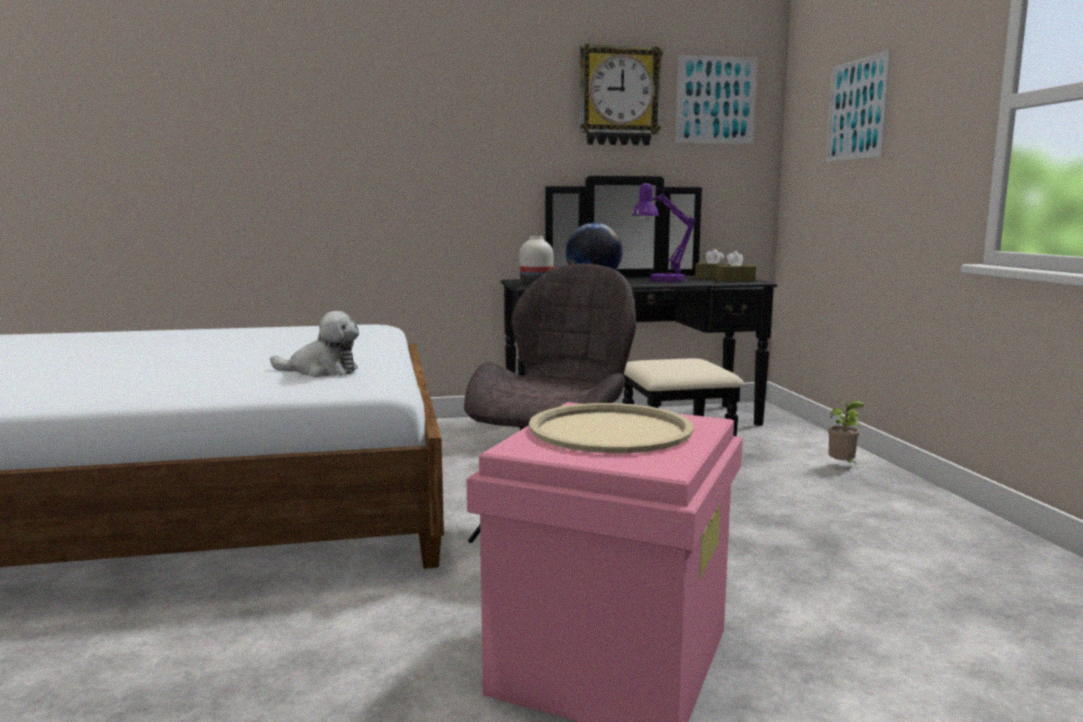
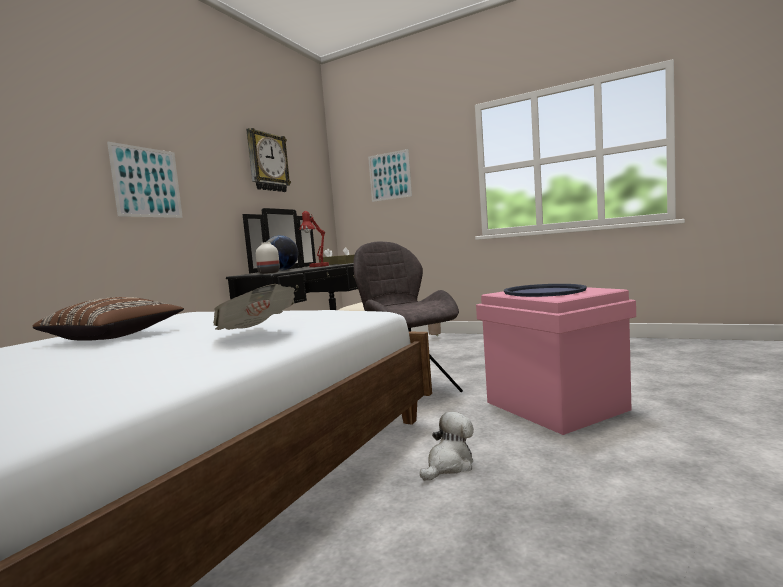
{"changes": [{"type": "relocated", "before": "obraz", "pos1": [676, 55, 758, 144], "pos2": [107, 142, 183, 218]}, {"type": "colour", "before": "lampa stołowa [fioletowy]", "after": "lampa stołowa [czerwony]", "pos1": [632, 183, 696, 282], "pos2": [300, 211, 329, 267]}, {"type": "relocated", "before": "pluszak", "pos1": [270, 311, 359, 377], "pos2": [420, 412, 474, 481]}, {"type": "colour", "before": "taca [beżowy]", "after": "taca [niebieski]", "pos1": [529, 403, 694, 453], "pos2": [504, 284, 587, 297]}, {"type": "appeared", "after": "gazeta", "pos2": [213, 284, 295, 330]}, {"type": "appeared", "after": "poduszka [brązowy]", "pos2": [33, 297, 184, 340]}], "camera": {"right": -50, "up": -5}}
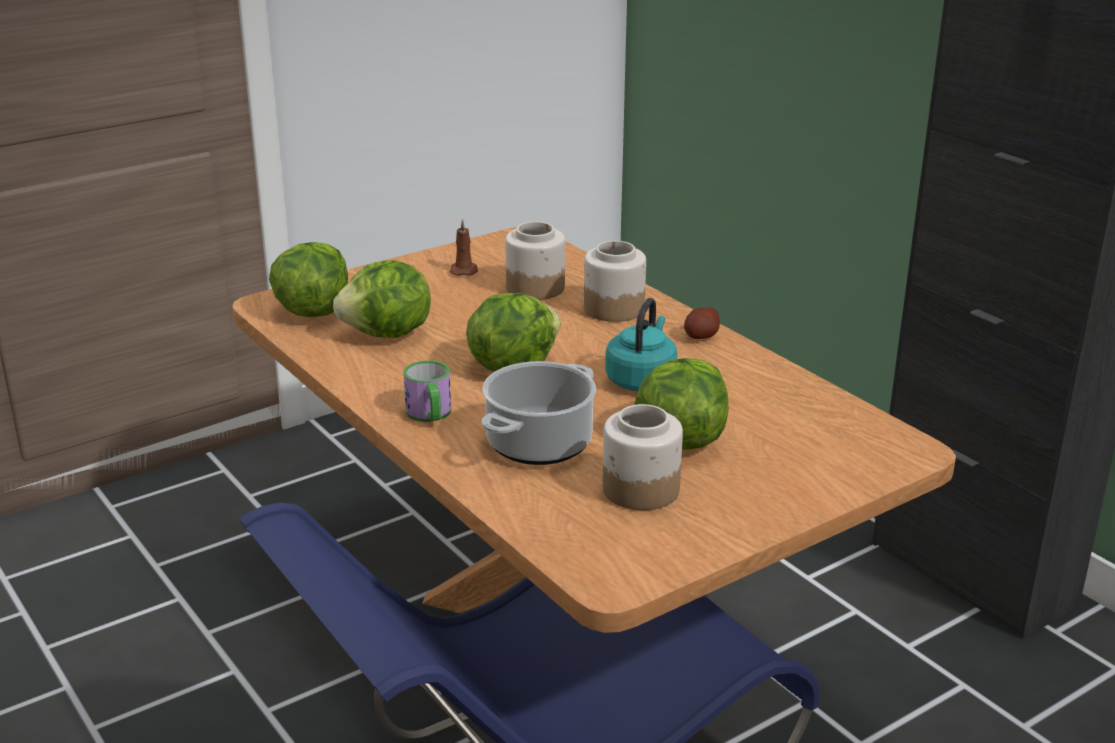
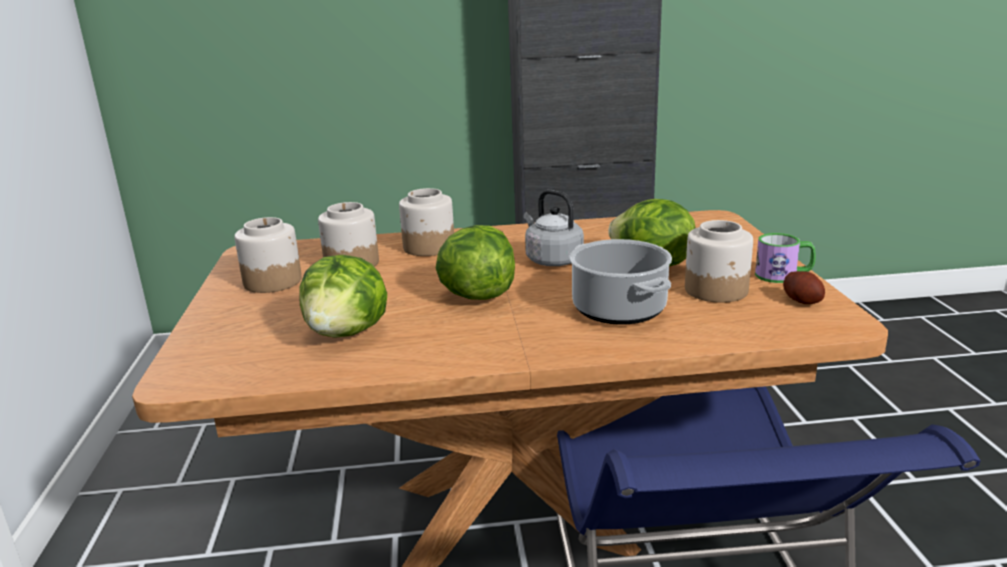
{"changes": [{"type": "exchanged", "before": "świeca [brązowy]", "after": "słoik", "pos1": [450, 219, 478, 276], "pos2": [234, 217, 302, 293]}, {"type": "missing", "before": "sałata", "pos1": [269, 242, 348, 317]}, {"type": "colour", "before": "czajnik [turkusowy]", "after": "czajnik [szary]", "pos1": [605, 298, 677, 391], "pos2": [524, 190, 584, 266]}, {"type": "relocated", "before": "ziemniak", "pos1": [684, 307, 720, 339], "pos2": [783, 271, 825, 304]}, {"type": "relocated", "before": "kubek", "pos1": [403, 360, 451, 422], "pos2": [755, 233, 816, 283]}], "camera": {"right": -60, "up": -5}}
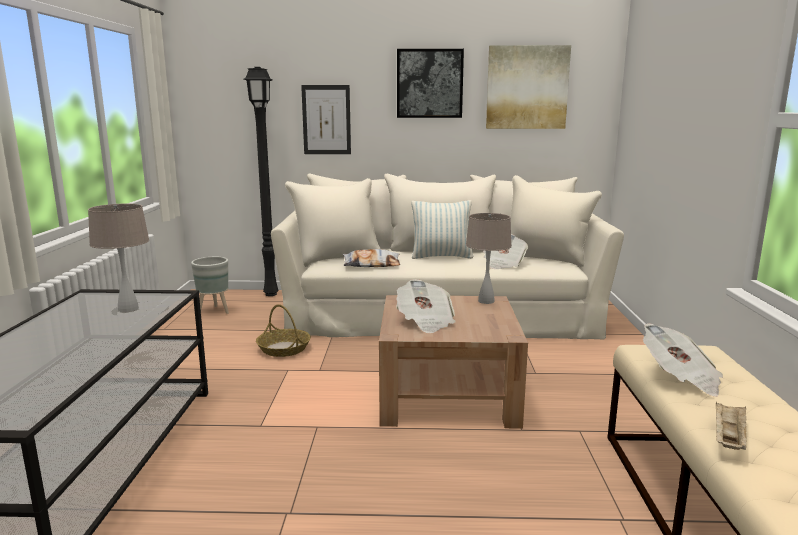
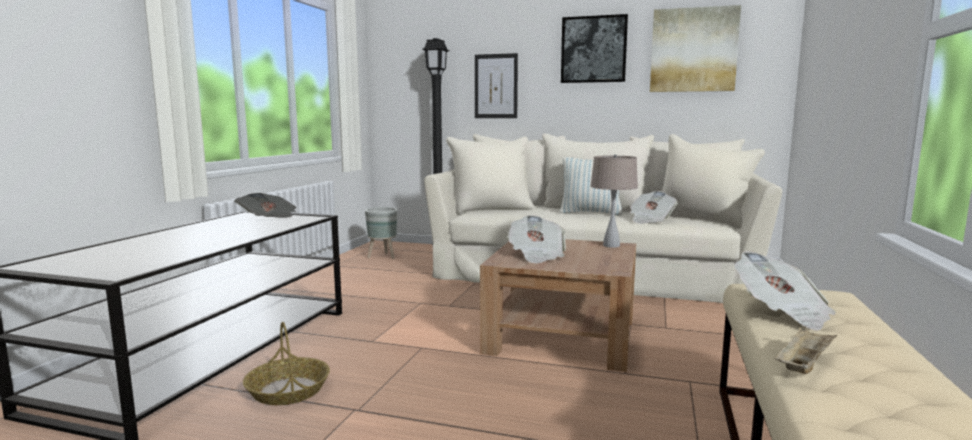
{"changes": [{"type": "exchanged", "before": "lampa stołowa [beżowy]", "after": "gazeta", "pos1": [88, 204, 149, 312], "pos2": [234, 193, 296, 218]}, {"type": "missing", "before": "poduszka", "pos1": [343, 249, 400, 267]}, {"type": "relocated", "before": "koszyk", "pos1": [256, 304, 311, 357], "pos2": [243, 322, 330, 405]}], "camera": {"right": 15, "up": -5}}
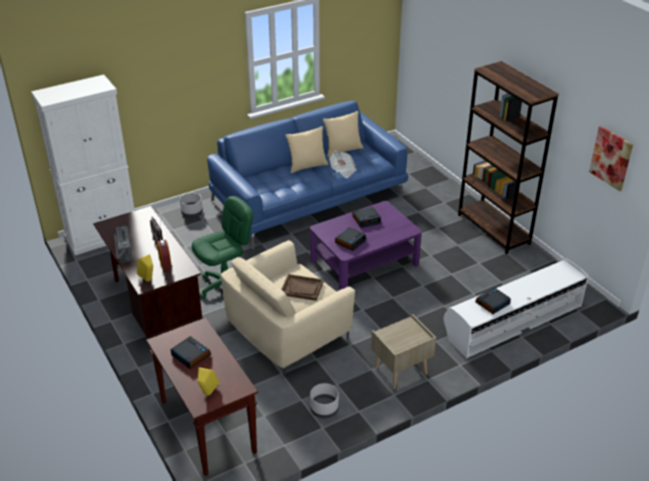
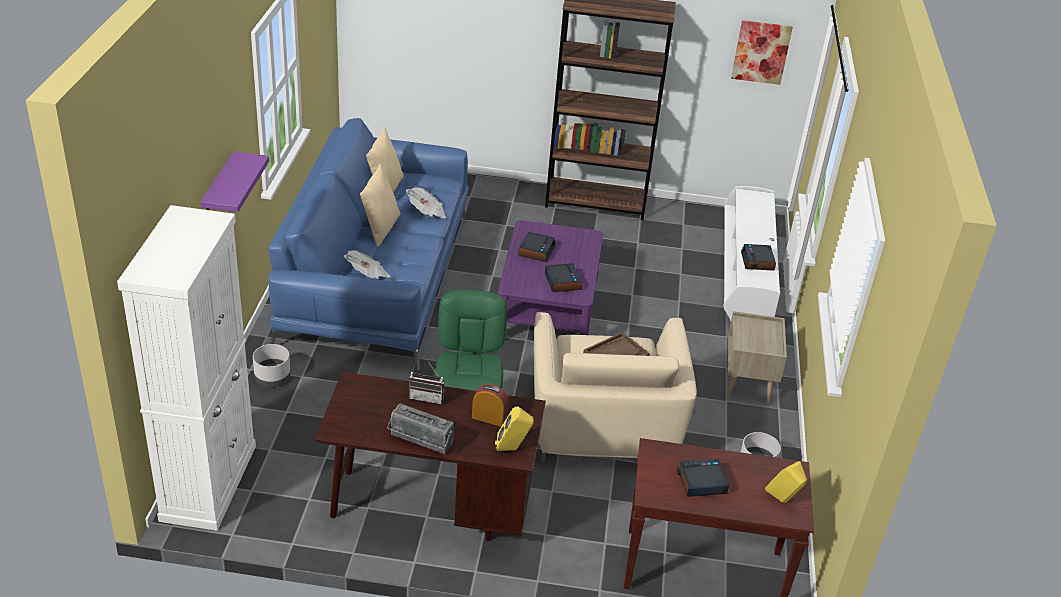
{"changes": [{"type": "appeared", "after": "półka [fioletowy]", "pos2": [200, 151, 269, 212]}, {"type": "appeared", "after": "gazeta", "pos2": [344, 250, 390, 279]}], "camera": {"right": -55, "up": 0}}
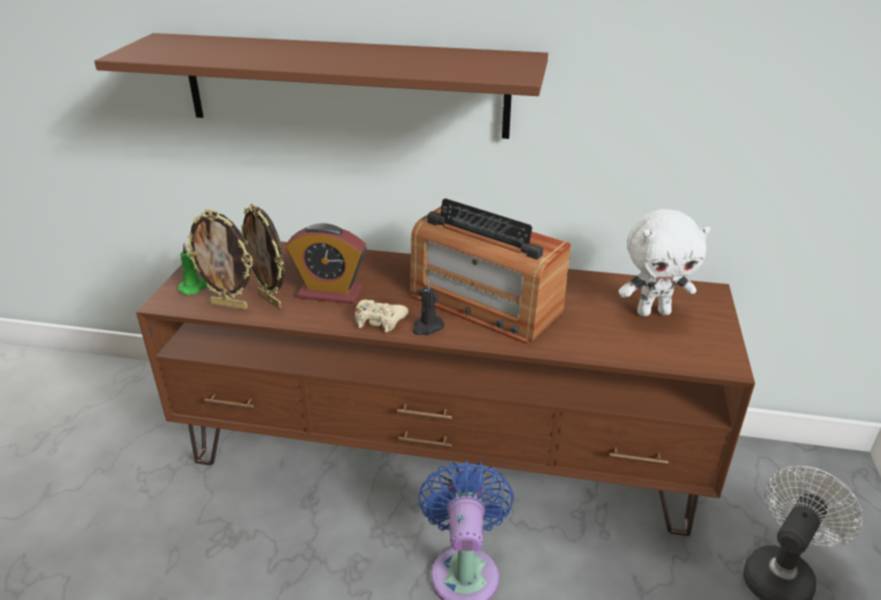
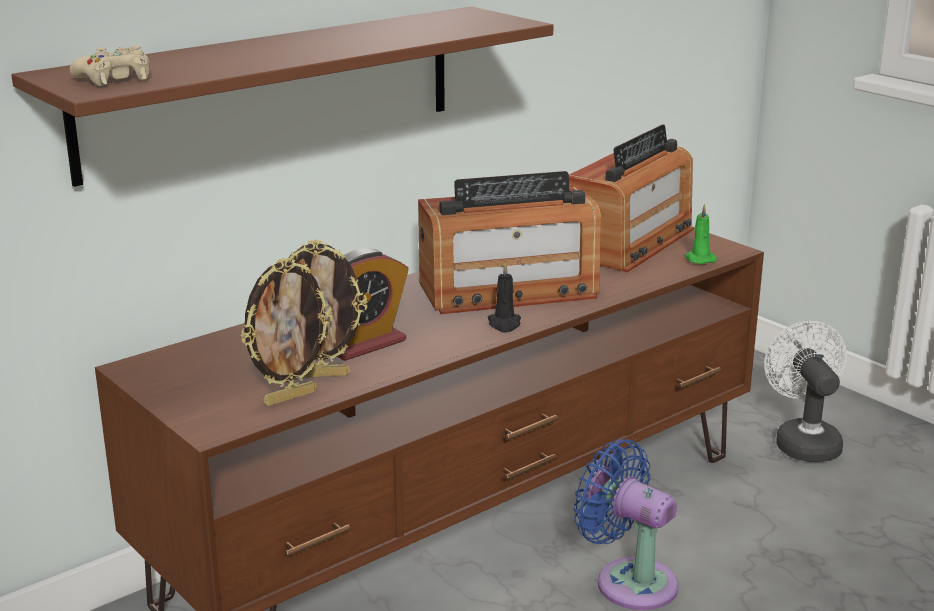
{"changes": [{"type": "exchanged", "before": "pluszak [biały]", "after": "radio", "pos1": [619, 209, 711, 316], "pos2": [569, 125, 694, 272]}, {"type": "relocated", "before": "świeca [zielony]", "pos1": [178, 243, 207, 295], "pos2": [685, 204, 717, 264]}, {"type": "relocated", "before": "pad do gier [beżowy]", "pos1": [355, 299, 408, 332], "pos2": [70, 46, 150, 86]}], "camera": {"right": -50, "up": -10}}
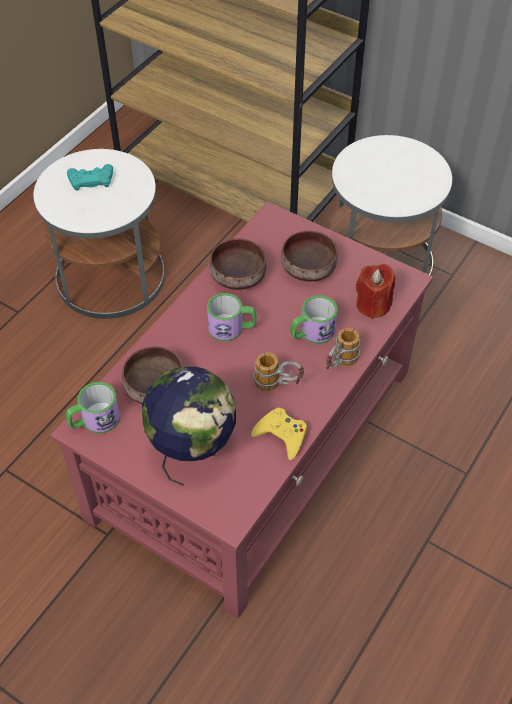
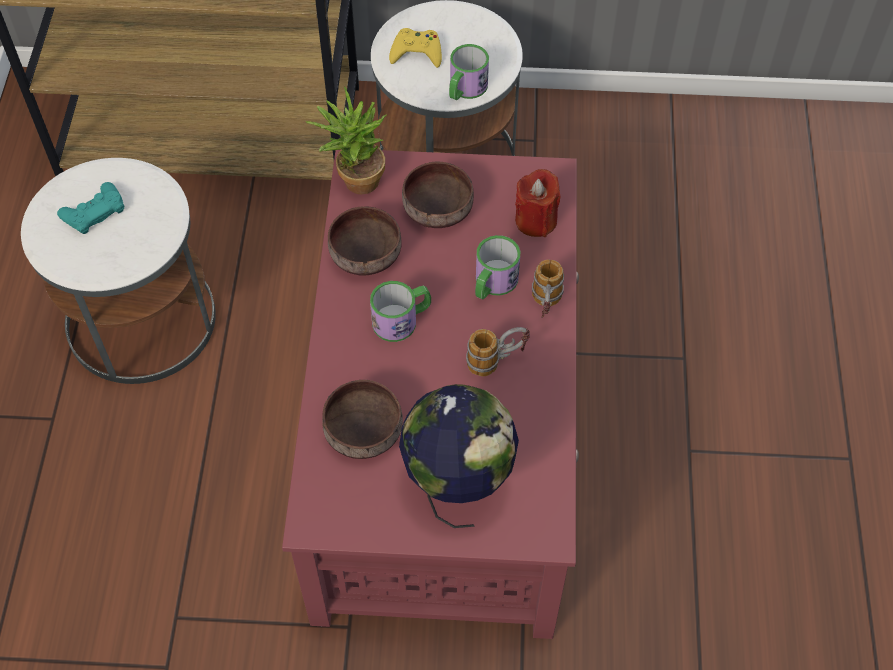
{"changes": [{"type": "relocated", "before": "kubek", "pos1": [66, 382, 120, 434], "pos2": [449, 44, 489, 100]}, {"type": "relocated", "before": "pad do gier [żółty]", "pos1": [251, 408, 307, 460], "pos2": [389, 28, 442, 68]}, {"type": "appeared", "after": "roślina doniczkowa", "pos2": [305, 86, 386, 194]}], "camera": {"right": -30, "up": 5}}
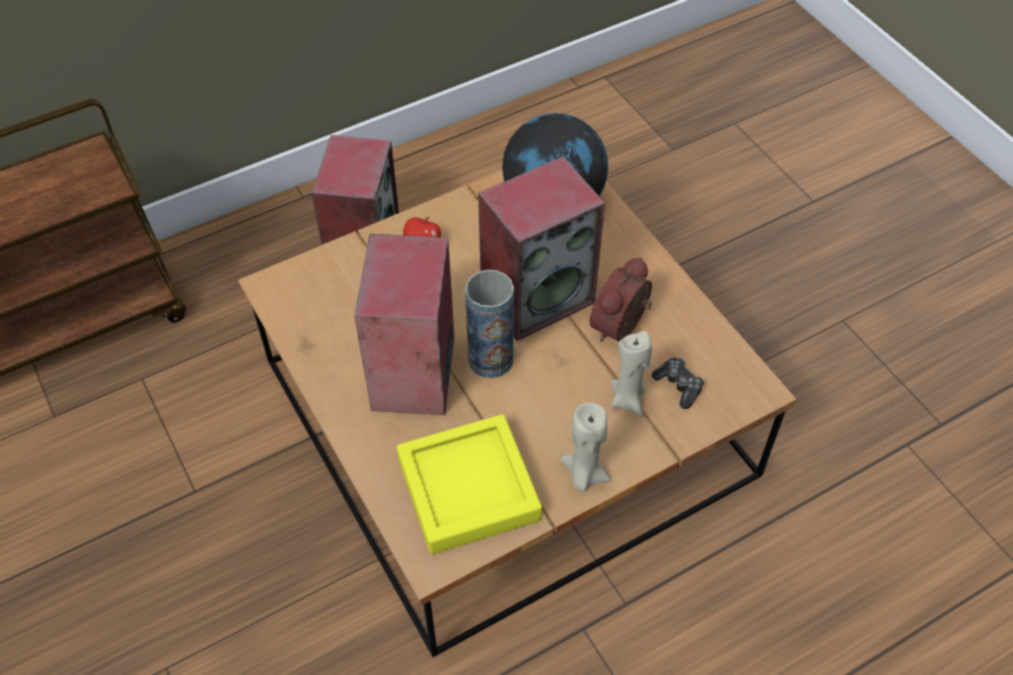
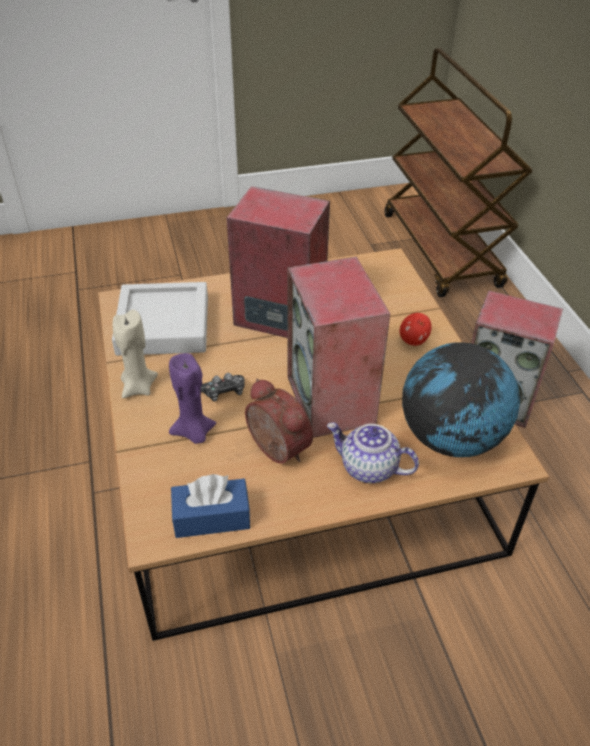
{"changes": [{"type": "missing", "before": "wazon", "pos1": [465, 270, 514, 378]}, {"type": "colour", "before": "świeca [beżowy]", "after": "świeca [fioletowy]", "pos1": [610, 331, 652, 417], "pos2": [169, 353, 216, 444]}, {"type": "relocated", "before": "pad do gier", "pos1": [652, 358, 704, 409], "pos2": [200, 373, 245, 402]}, {"type": "colour", "before": "taca [żółty]", "after": "taca [szary]", "pos1": [397, 414, 542, 555], "pos2": [112, 282, 208, 356]}, {"type": "appeared", "after": "imbryk", "pos2": [327, 422, 419, 483]}, {"type": "appeared", "after": "pudełko chusteczek [niebieski]", "pos2": [171, 474, 250, 538]}], "camera": {"right": 105, "up": -10}}
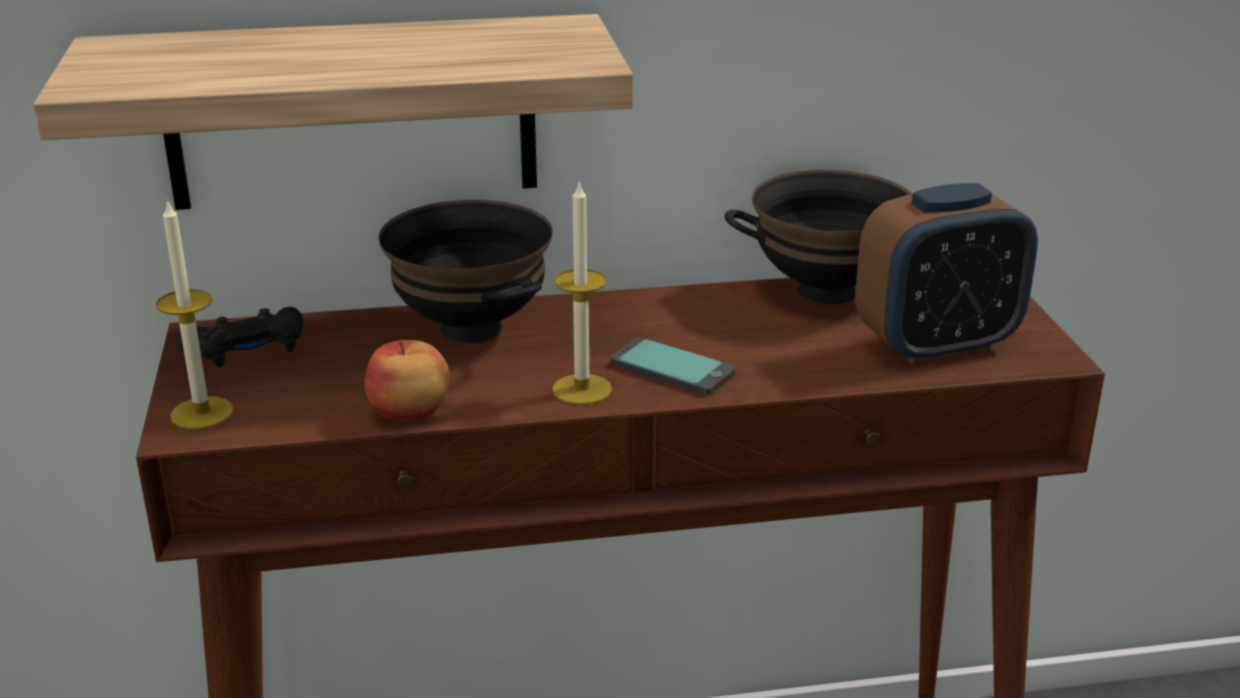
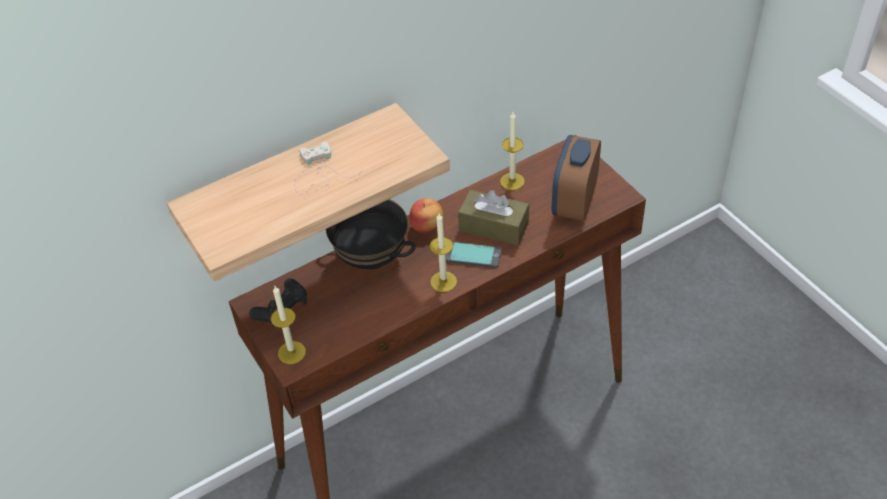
{"changes": [{"type": "exchanged", "before": "miska [czarny]", "after": "świeca", "pos1": [725, 170, 912, 305], "pos2": [500, 112, 525, 190]}, {"type": "spun", "before": "budzik", "pos1": [855, 183, 1038, 365], "pos2": [552, 135, 601, 221], "turn": 150}, {"type": "relocated", "before": "jabłko", "pos1": [364, 340, 450, 421], "pos2": [409, 198, 444, 233]}, {"type": "appeared", "after": "pad do gier [biały]", "pos2": [294, 141, 363, 194]}, {"type": "appeared", "after": "pudełko chusteczek [brązowy]", "pos2": [458, 190, 529, 245]}], "camera": {"right": -20, "up": 20}}
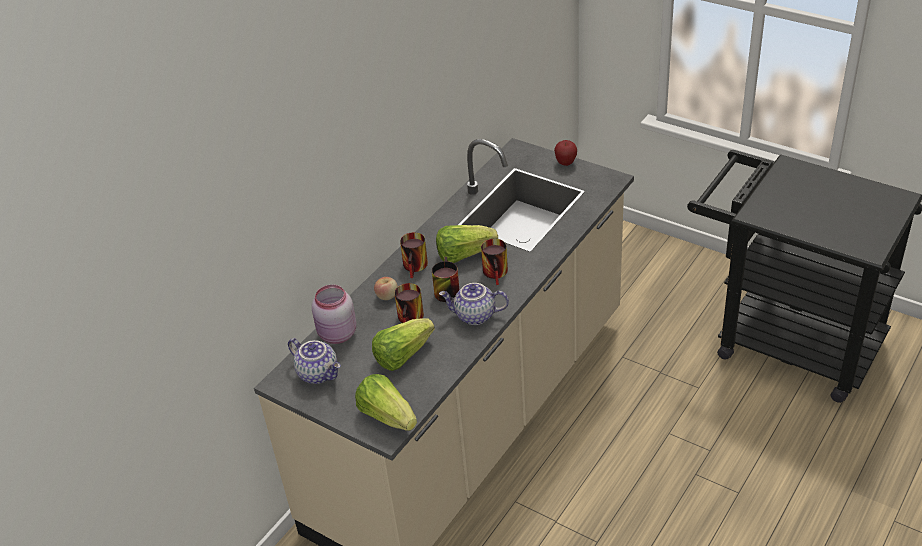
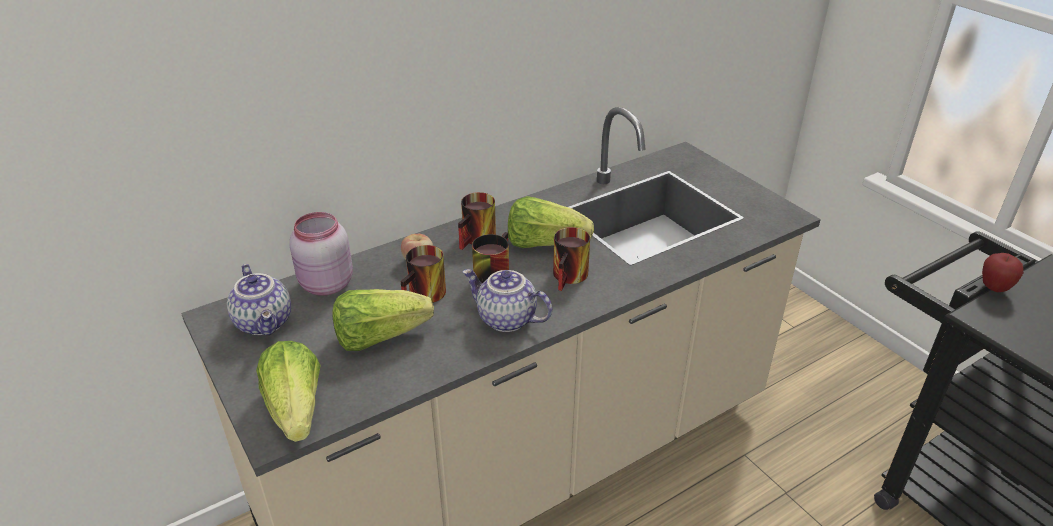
{"changes": [{"type": "relocated", "before": "jabłko", "pos1": [554, 140, 577, 166], "pos2": [982, 253, 1024, 292]}], "camera": {"right": 20, "up": -5}}
